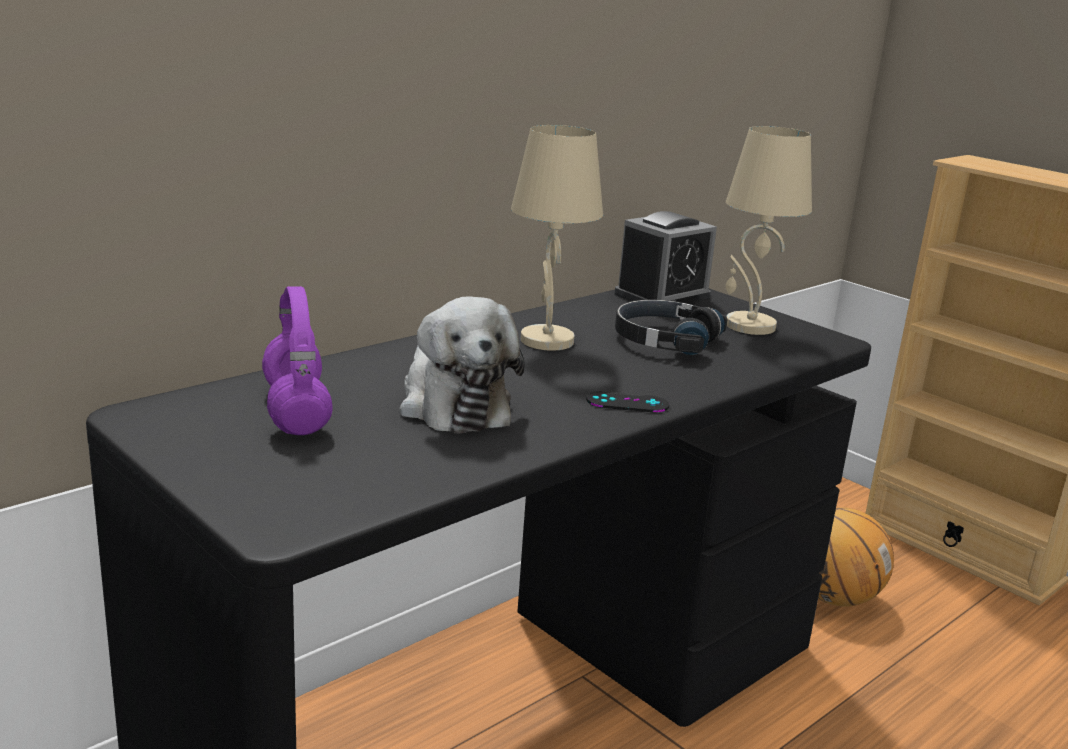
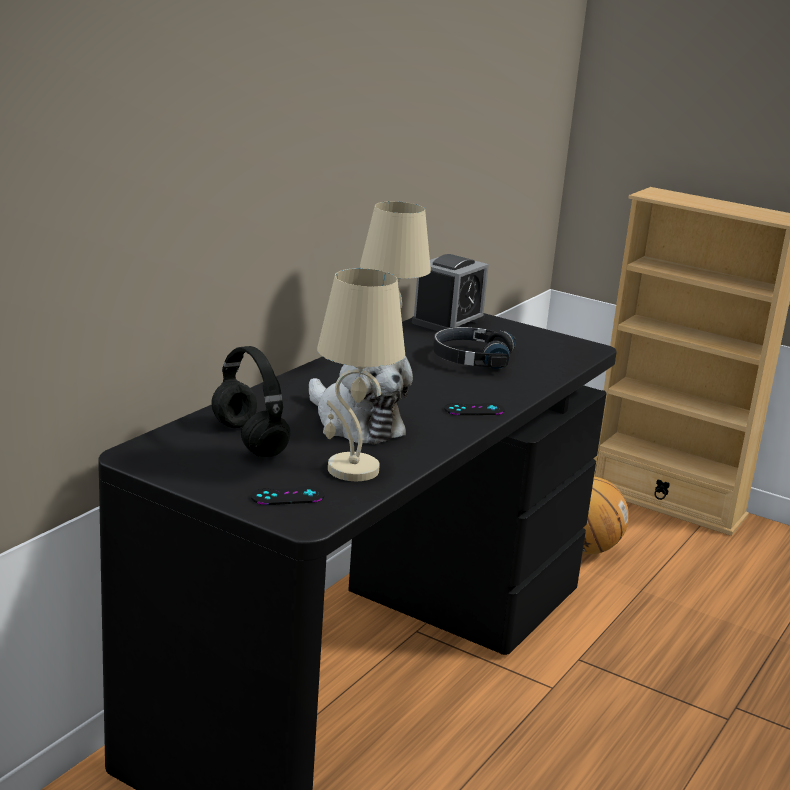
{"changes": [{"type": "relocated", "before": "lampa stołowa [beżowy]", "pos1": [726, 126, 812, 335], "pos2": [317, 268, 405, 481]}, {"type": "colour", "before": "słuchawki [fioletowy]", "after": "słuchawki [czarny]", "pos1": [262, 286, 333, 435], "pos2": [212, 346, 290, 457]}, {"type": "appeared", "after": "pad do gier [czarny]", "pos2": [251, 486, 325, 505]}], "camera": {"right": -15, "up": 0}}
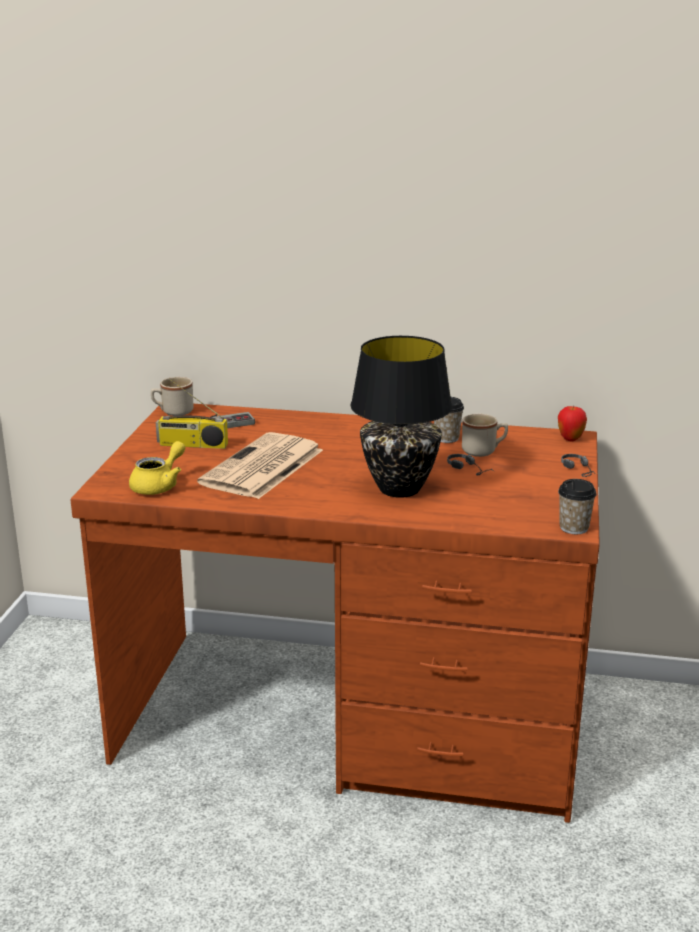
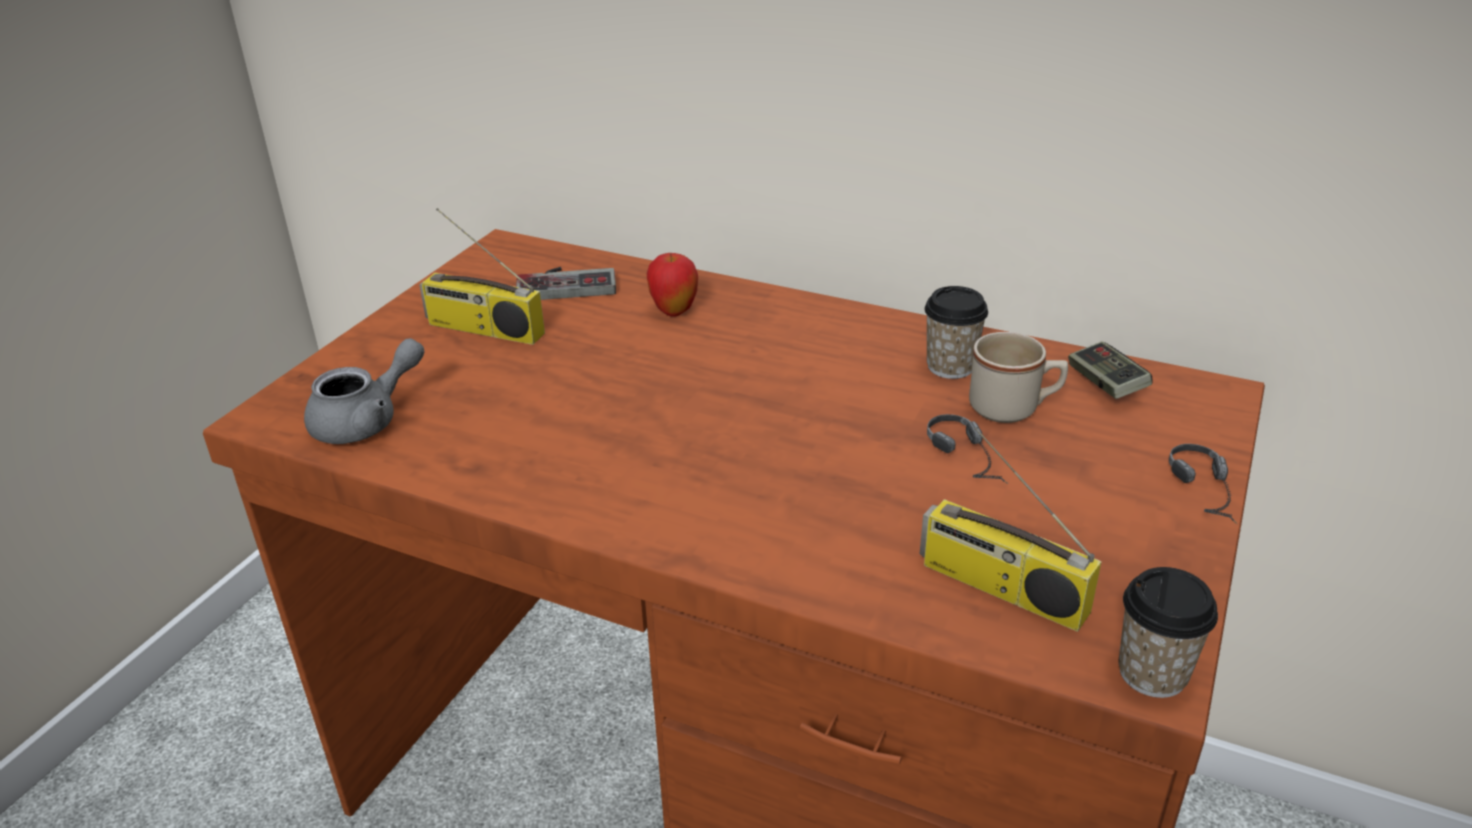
{"changes": [{"type": "missing", "before": "lampa stołowa [czarny]", "pos1": [350, 336, 452, 498]}, {"type": "missing", "before": "kubek [beżowy]", "pos1": [151, 377, 193, 416]}, {"type": "relocated", "before": "jabłko", "pos1": [558, 405, 587, 441], "pos2": [647, 253, 698, 317]}, {"type": "missing", "before": "gazeta", "pos1": [197, 432, 323, 499]}, {"type": "colour", "before": "imbryk [żółty]", "after": "imbryk [szary]", "pos1": [129, 441, 185, 495], "pos2": [304, 338, 424, 444]}, {"type": "appeared", "after": "pad do gier", "pos2": [1068, 341, 1153, 399]}, {"type": "appeared", "after": "radio", "pos2": [920, 427, 1101, 631]}], "camera": {"right": 15, "up": 10}}
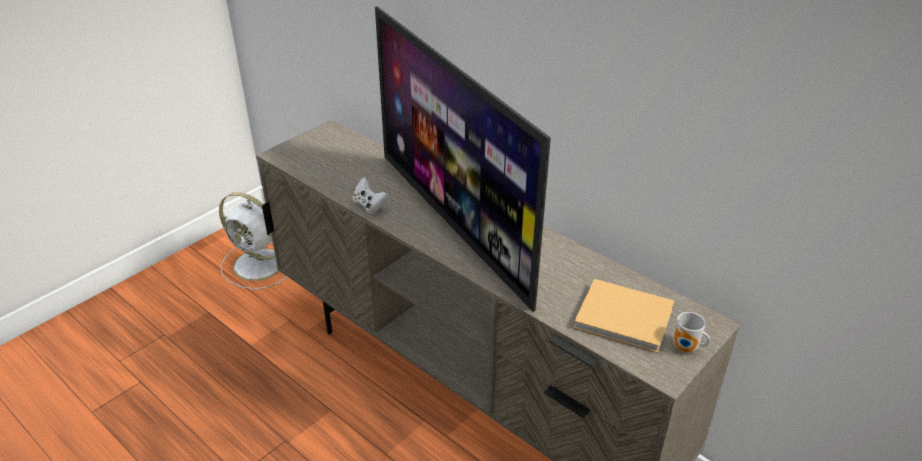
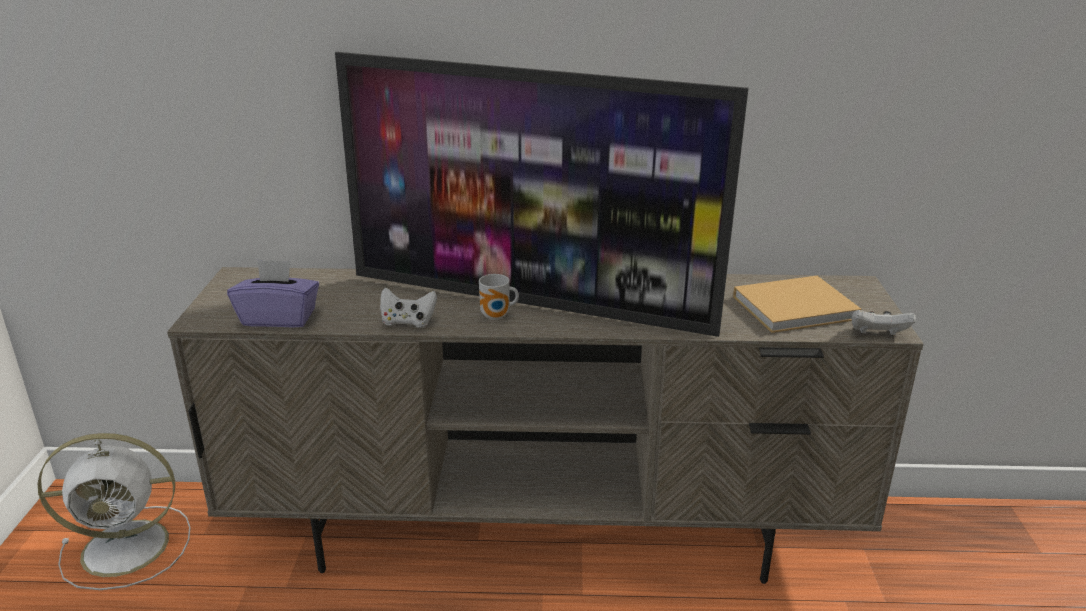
{"changes": [{"type": "relocated", "before": "kubek", "pos1": [673, 312, 710, 352], "pos2": [479, 274, 519, 320]}, {"type": "appeared", "after": "pudełko chusteczek [fioletowy]", "pos2": [227, 259, 319, 328]}, {"type": "appeared", "after": "pad do gier [biały]", "pos2": [852, 310, 916, 335]}], "camera": {"right": -40, "up": -10}}
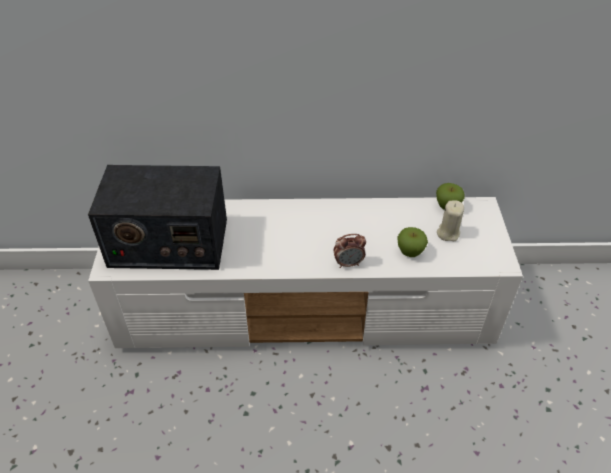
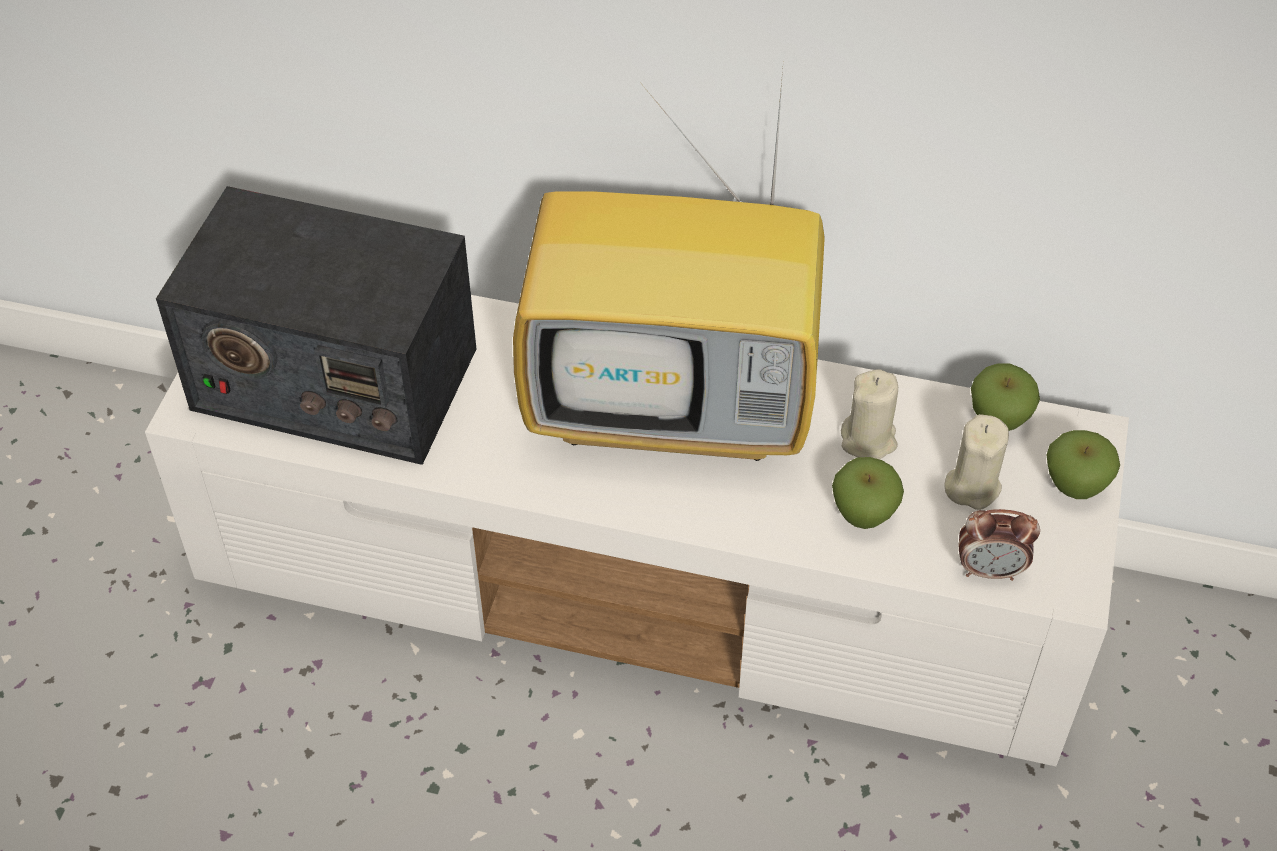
{"changes": [{"type": "relocated", "before": "budzik", "pos1": [334, 234, 366, 268], "pos2": [959, 509, 1040, 581]}, {"type": "appeared", "after": "telewizor", "pos2": [513, 59, 825, 461]}, {"type": "appeared", "after": "świeca [beżowy]", "pos2": [841, 369, 898, 459]}, {"type": "appeared", "after": "jabłko", "pos2": [1047, 430, 1120, 499]}], "camera": {"right": 15, "up": 5}}
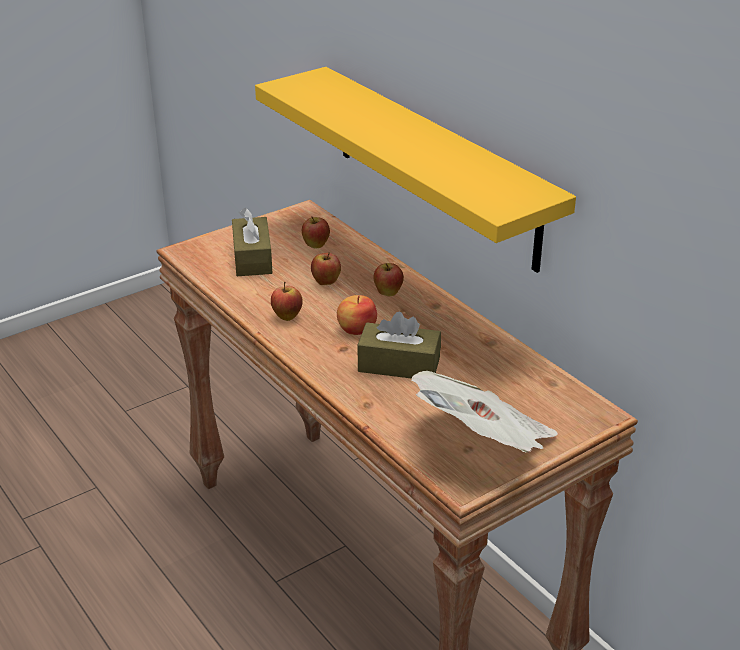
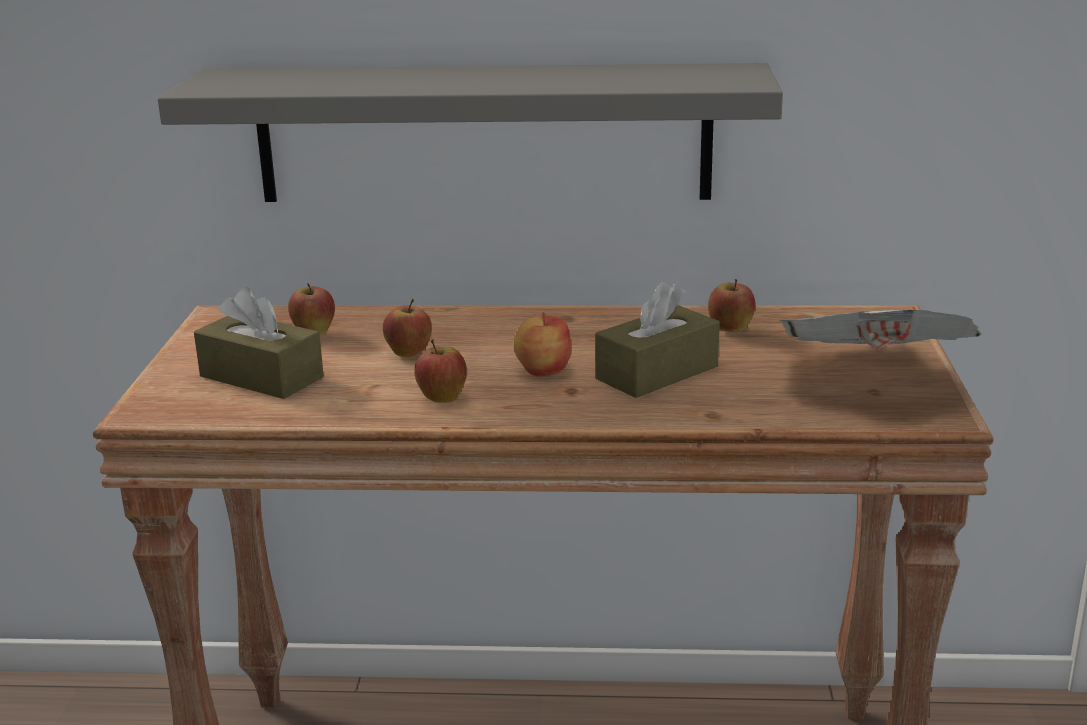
{"changes": [{"type": "colour", "before": "półka [żółty]", "after": "półka [szary]", "pos1": [255, 67, 576, 273], "pos2": [158, 63, 783, 202]}, {"type": "relocated", "before": "jabłko", "pos1": [373, 263, 404, 296], "pos2": [708, 279, 755, 332]}], "camera": {"right": -50, "up": -10}}
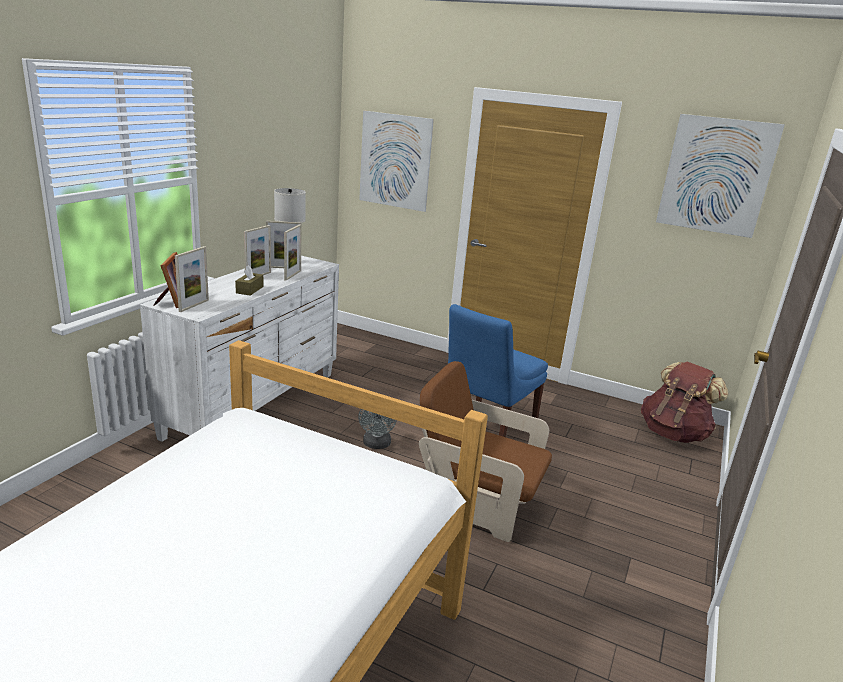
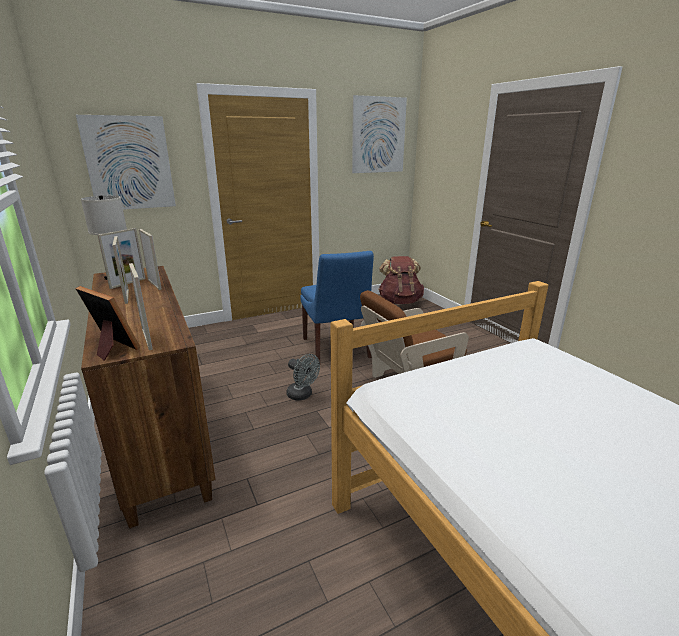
{"changes": [{"type": "colour", "before": "komoda [biały]", "after": "komoda [brązowy]", "pos1": [140, 256, 339, 442], "pos2": [81, 266, 216, 528]}, {"type": "missing", "before": "pudełko chusteczek [brązowy]", "pos1": [235, 265, 264, 296]}], "camera": {"right": -50, "up": 0}}
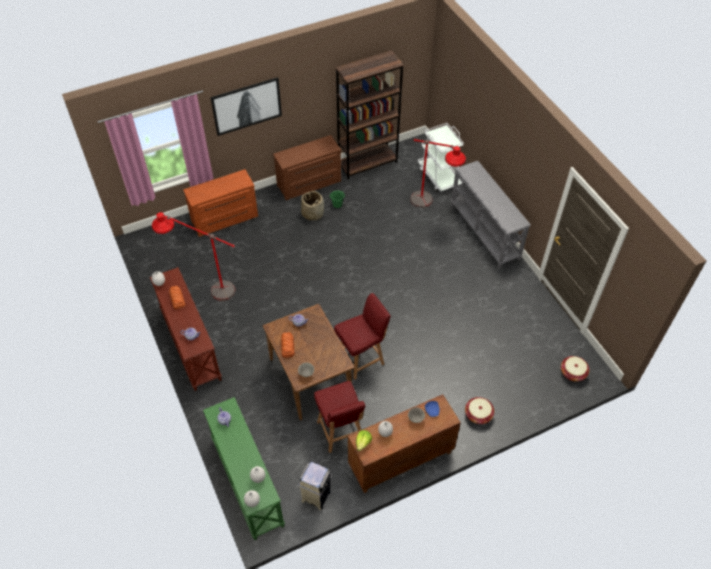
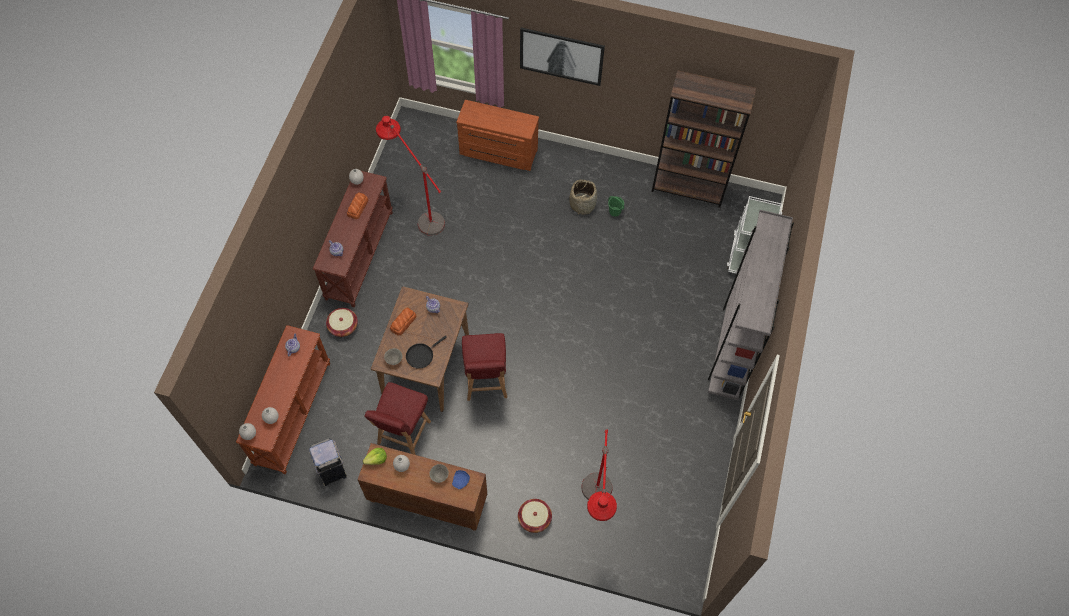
{"changes": [{"type": "missing", "before": "komoda [brązowy]", "pos1": [273, 135, 341, 200]}, {"type": "relocated", "before": "lampa stojąca [czerwony]", "pos1": [410, 139, 466, 208], "pos2": [581, 429, 617, 521]}, {"type": "exchanged", "before": "stolik konsolowy [szary]", "after": "regał [szary]", "pos1": [451, 161, 531, 269], "pos2": [708, 210, 794, 400]}, {"type": "spun", "before": "krzesło [czerwony]", "pos1": [334, 293, 391, 380], "pos2": [462, 333, 507, 401], "turn": 75}, {"type": "relocated", "before": "koszyk", "pos1": [561, 356, 590, 382], "pos2": [326, 308, 358, 337]}, {"type": "colour", "before": "stolik konsolowy [zielony]", "after": "stolik konsolowy [brązowy]", "pos1": [203, 397, 285, 540], "pos2": [236, 325, 330, 475]}, {"type": "appeared", "after": "patelnia [czarny]", "pos2": [406, 336, 447, 369]}], "camera": {"right": 40, "up": 10}}
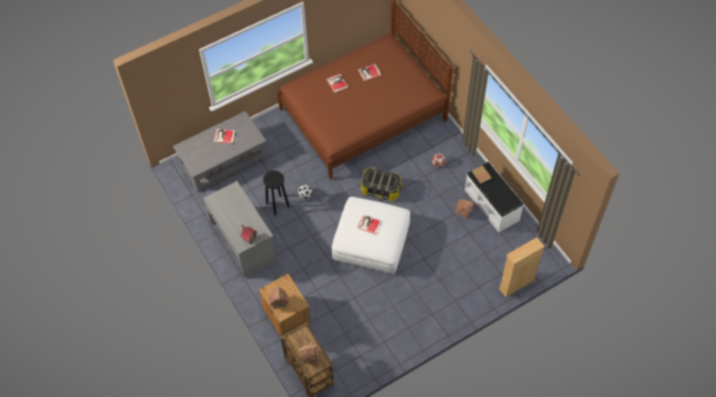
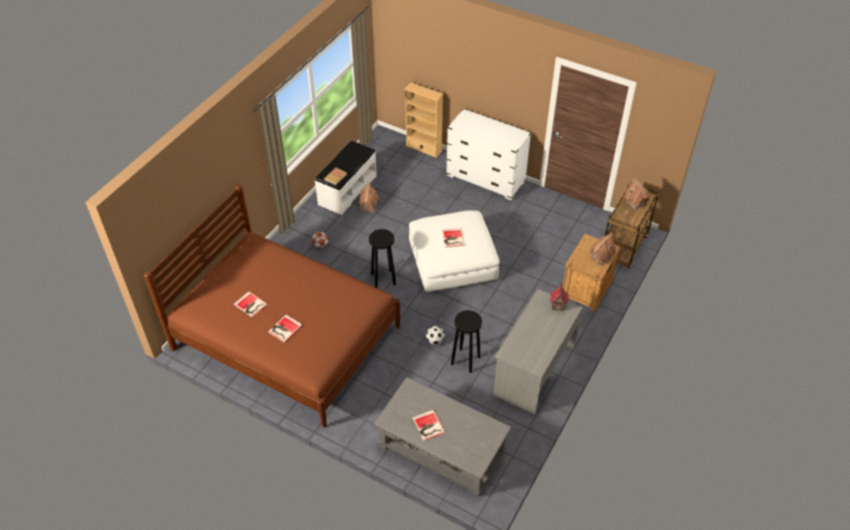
{"changes": [{"type": "exchanged", "before": "pojemnik do przechowywania", "after": "stołek [czarny]", "pos1": [361, 167, 402, 201], "pos2": [369, 229, 396, 288]}, {"type": "appeared", "after": "komoda [biały]", "pos2": [446, 108, 531, 200]}], "camera": {"right": -120, "up": -10}}
